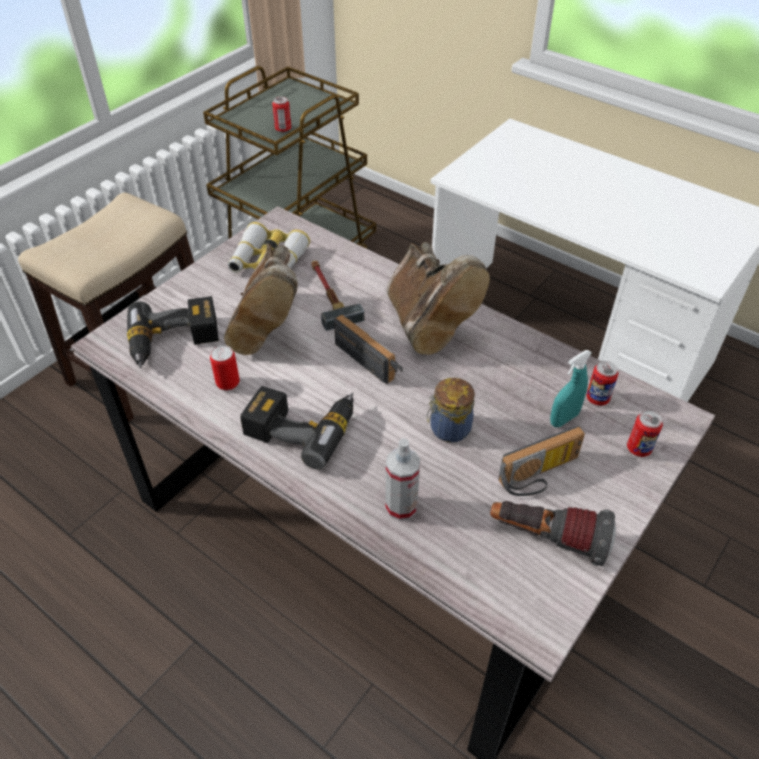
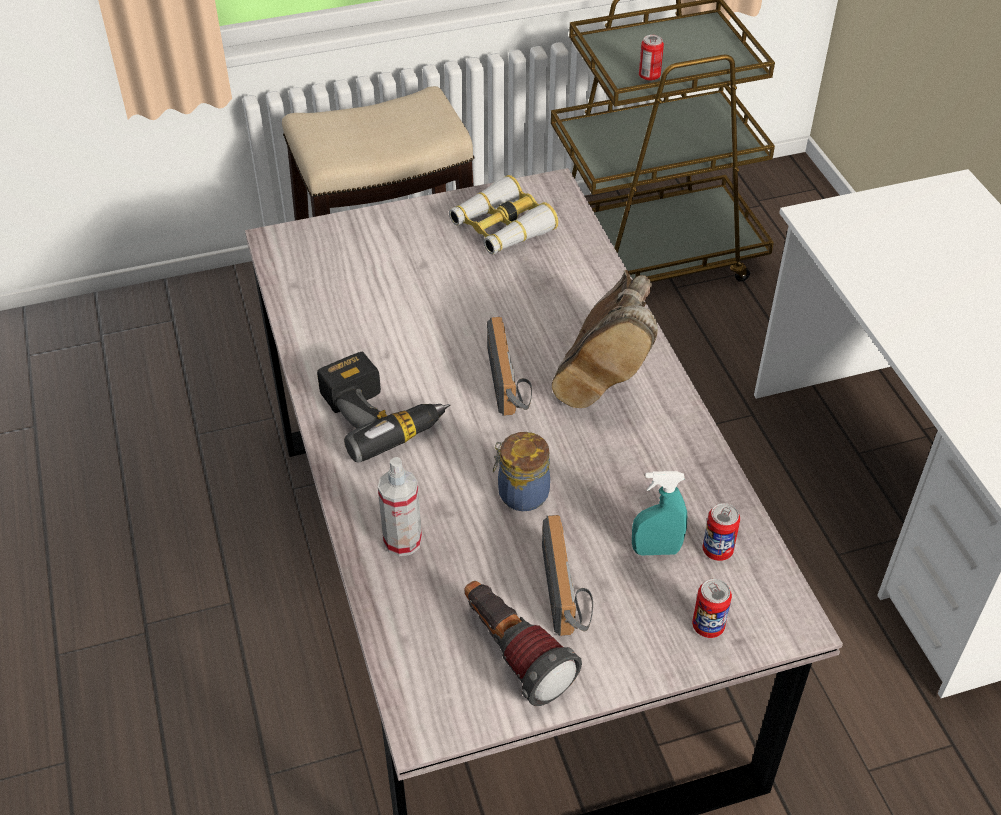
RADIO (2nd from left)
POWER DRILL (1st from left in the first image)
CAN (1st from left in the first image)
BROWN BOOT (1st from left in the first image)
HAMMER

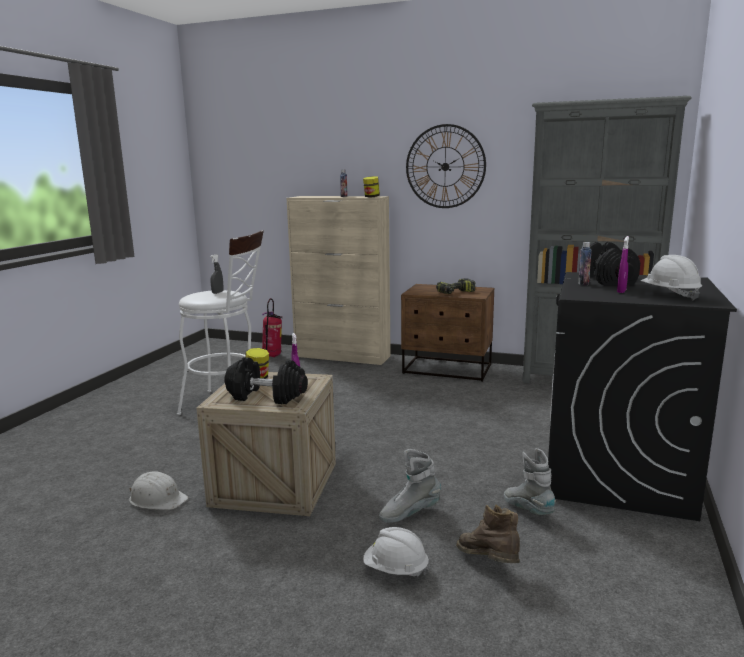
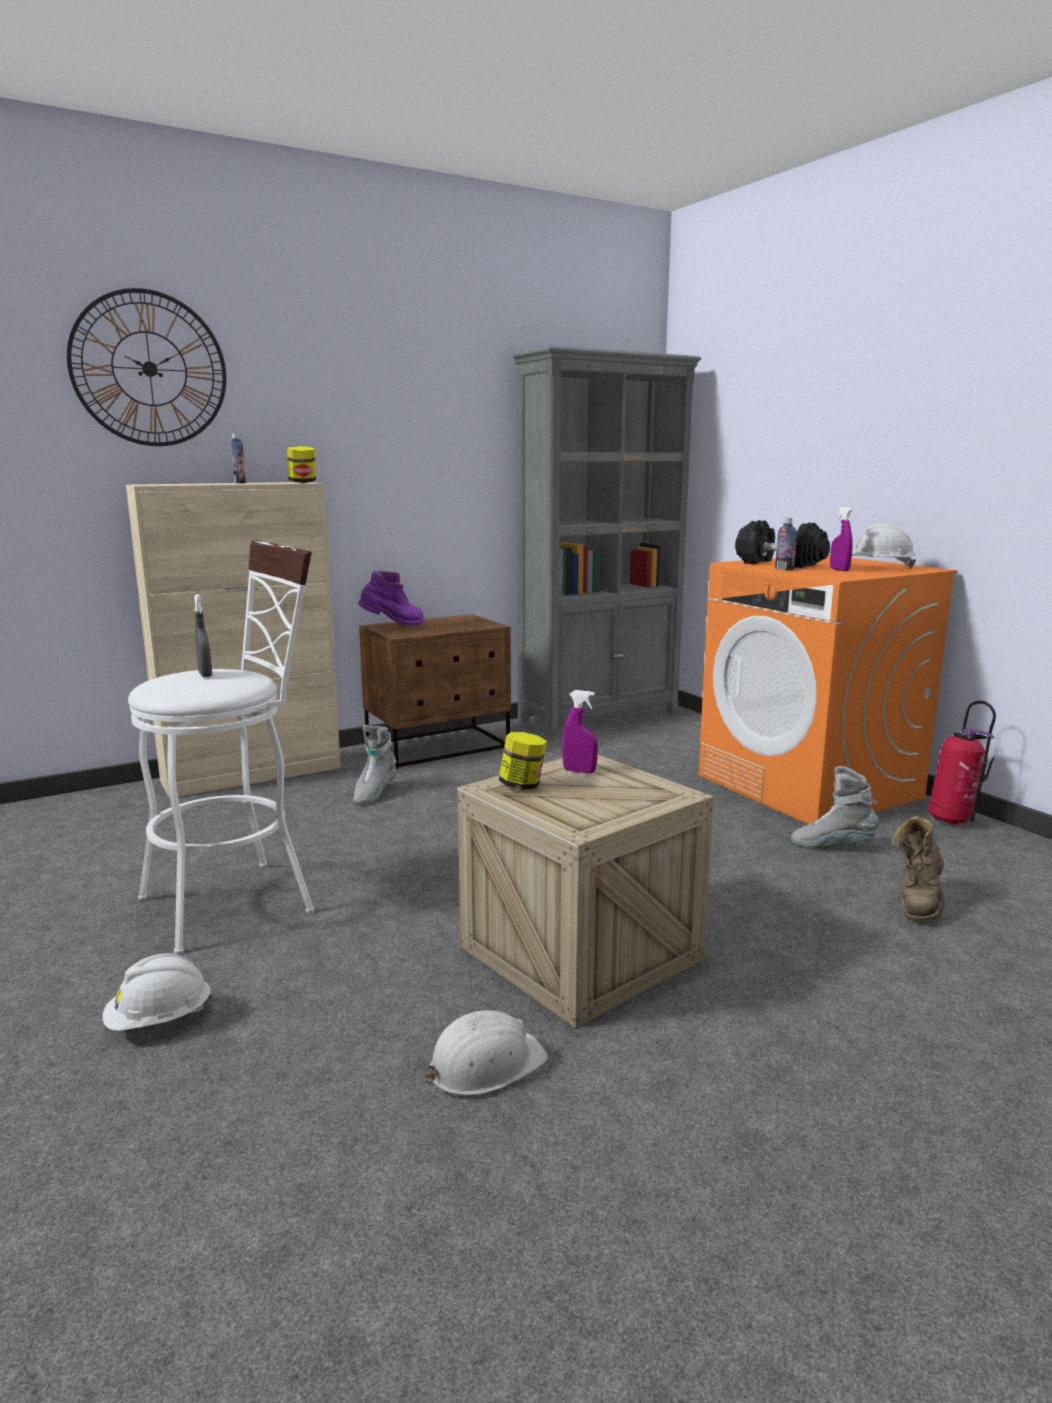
WALL CLOCK
WHITE HARD HAT (1st from left)
GREY BOOT (1st from left)
PURPLE BOOT
ORANGE WASHING MACHINE
BROWN BOOT
FIRE EXTINGUISHER
BLACK DUMBBELL (1st from left in the first image)
POWER DRILL

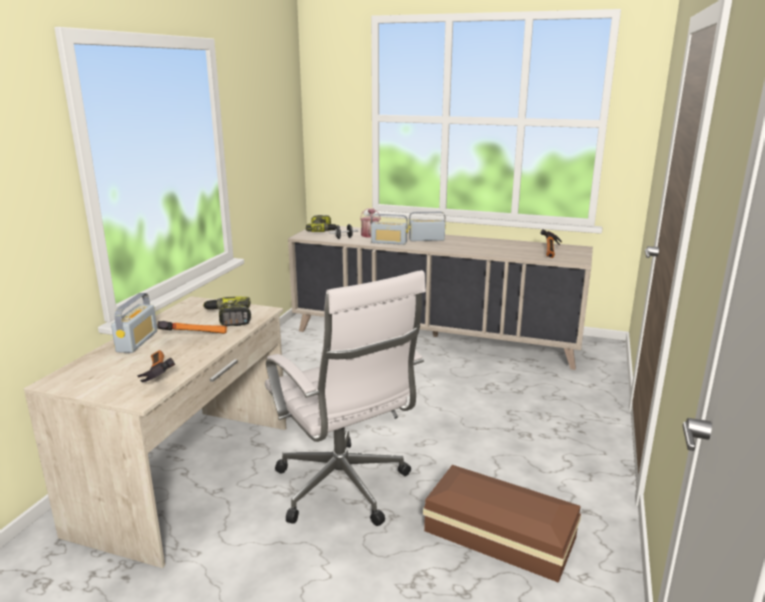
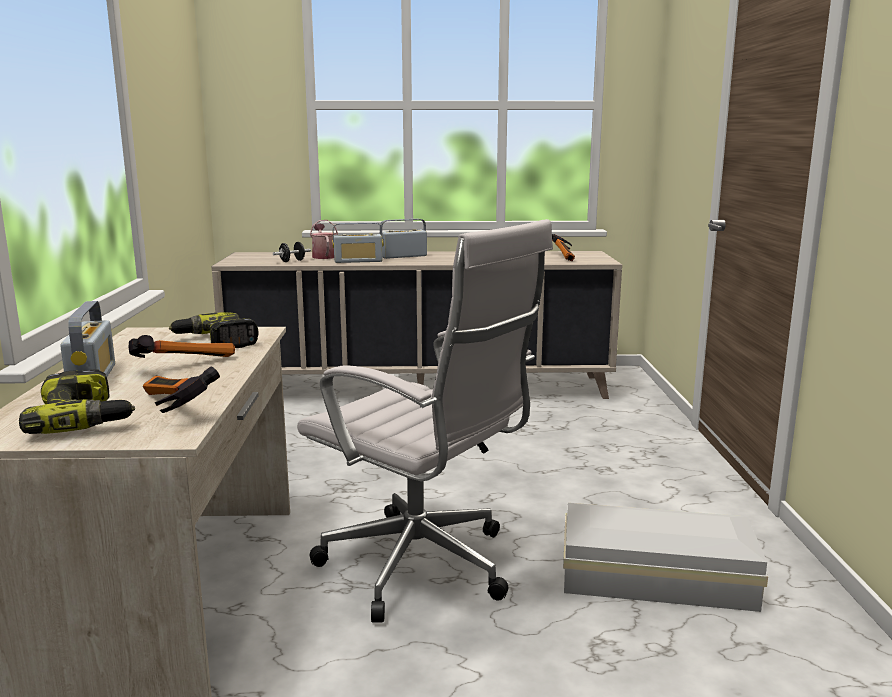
POWER DRILL (1st from left)
WHITE STORAGE BOX

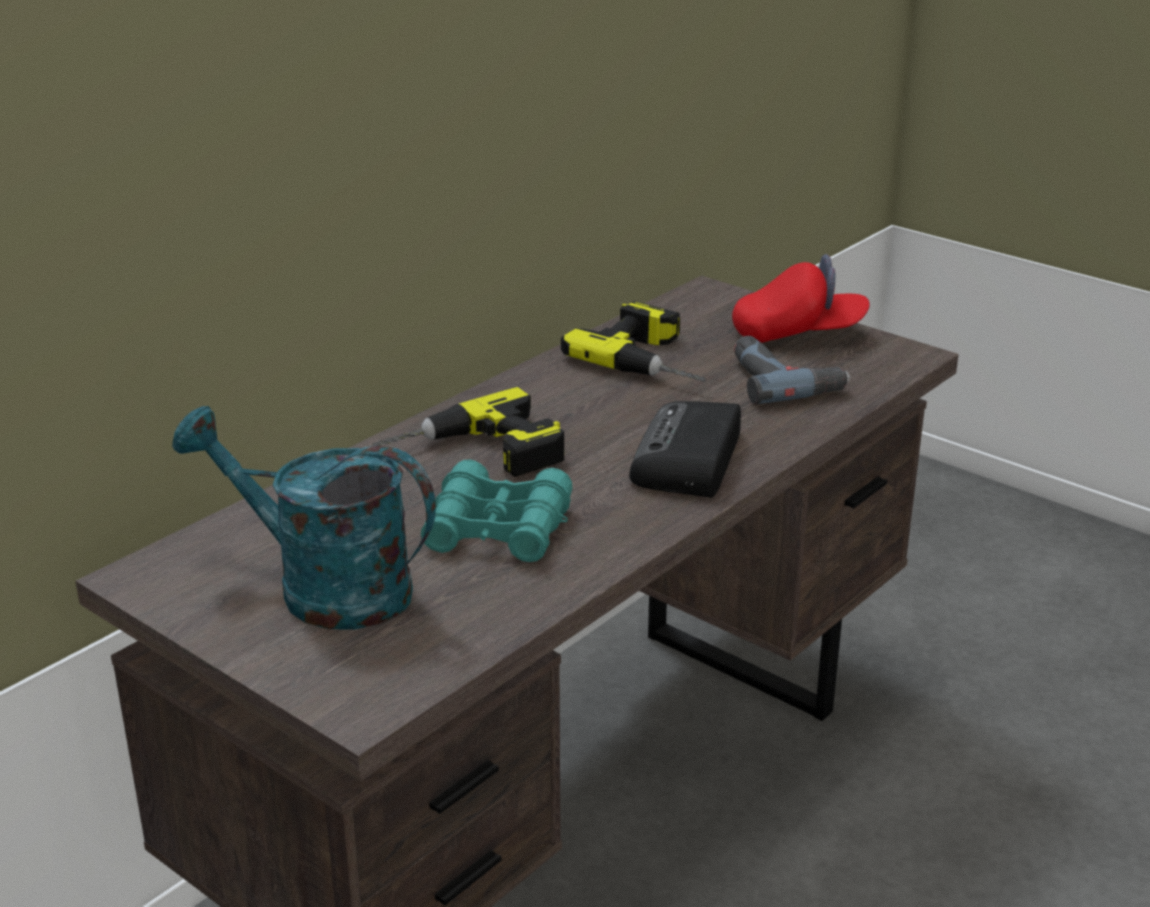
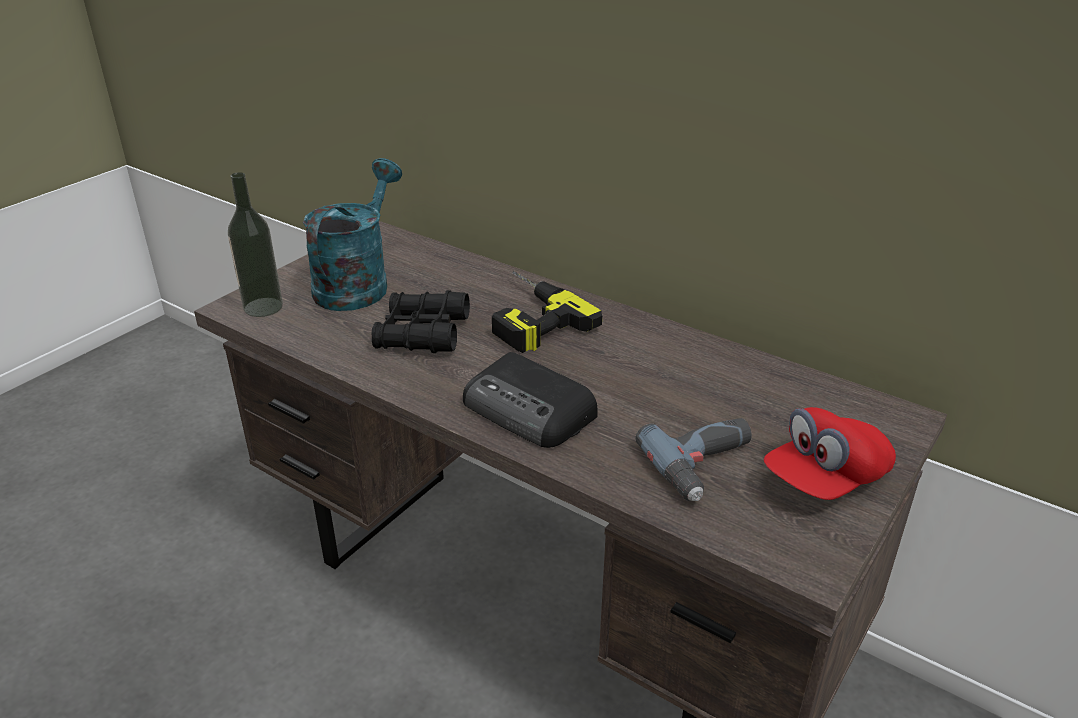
BOTTLE
BLACK BINOCULARS
RADIO
RED CAP
POWER DRILL (2nd from left in the first image)

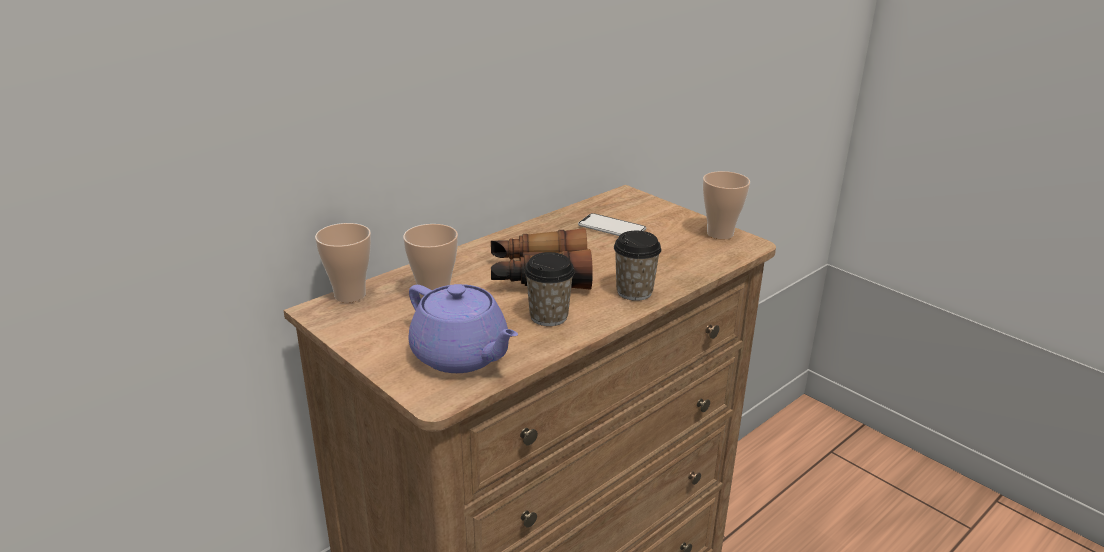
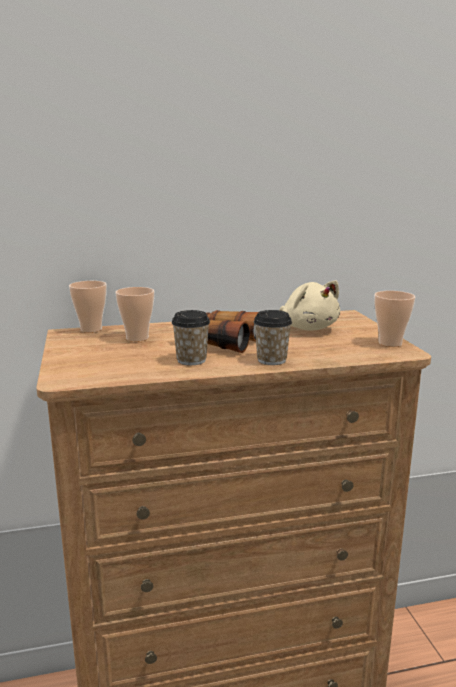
BEIGE PLUSH TOY
PURPLE TEAPOT

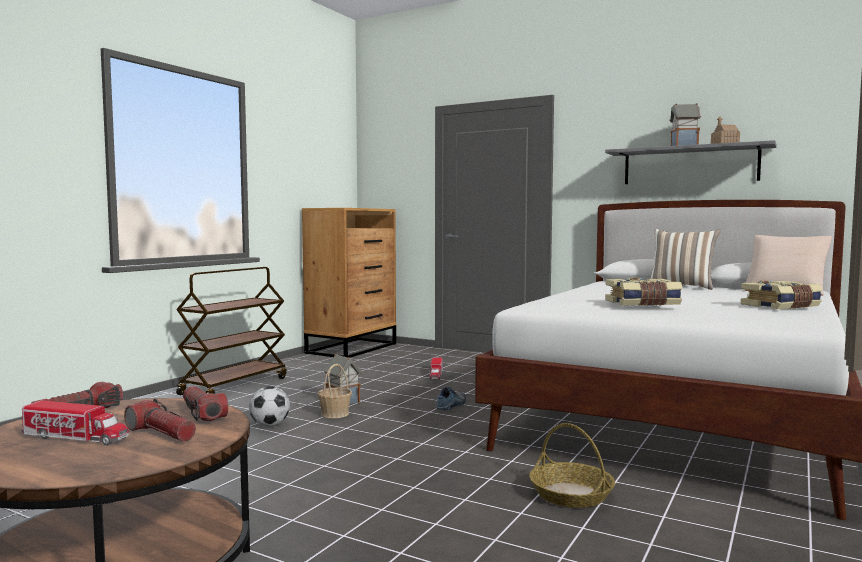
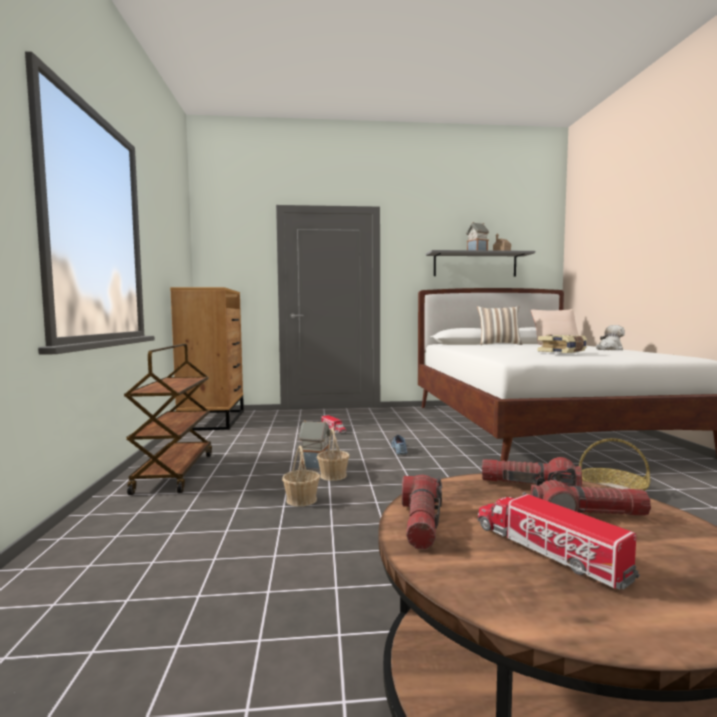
BASKET (1st from left)
TOY TRUCK (2nd from left)
PLUSH TOY

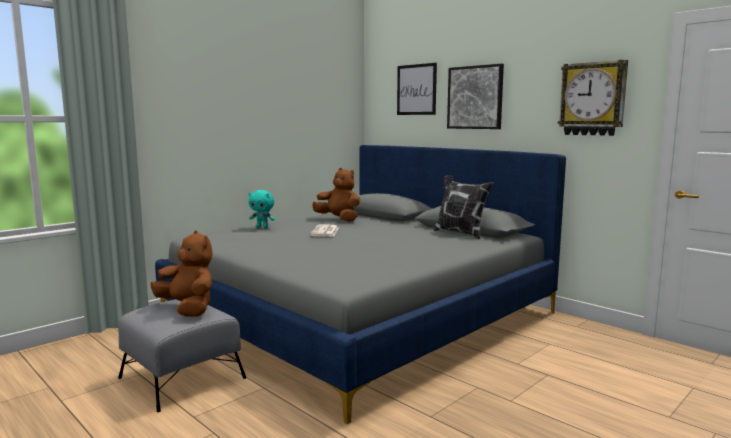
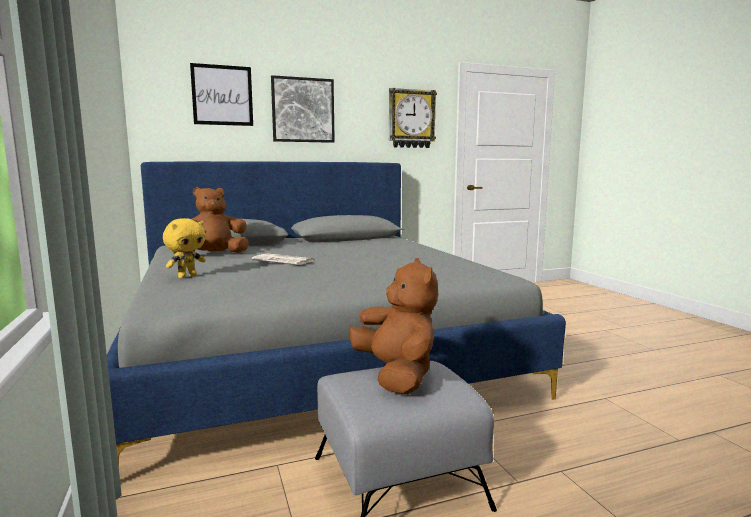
YELLOW PLUSH TOY
BROWN PLUSH TOY (2nd from left)
PILLOW

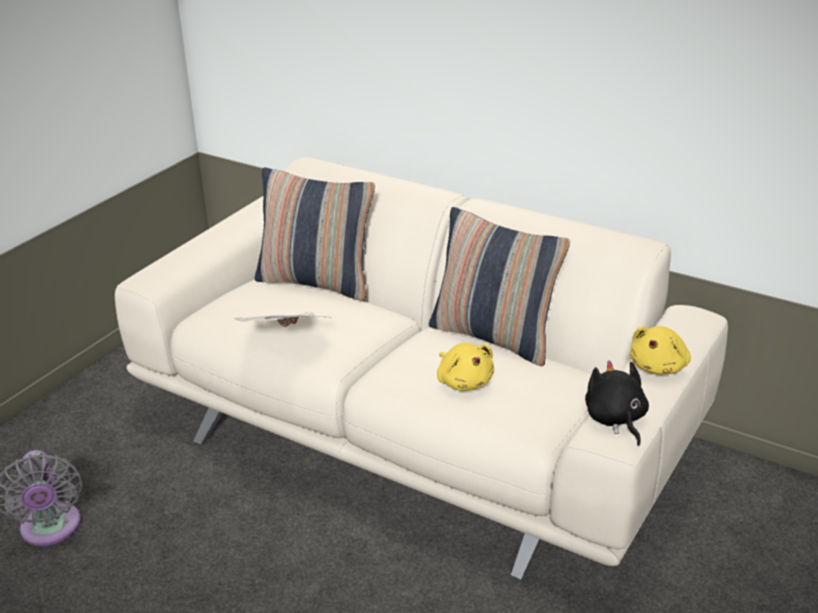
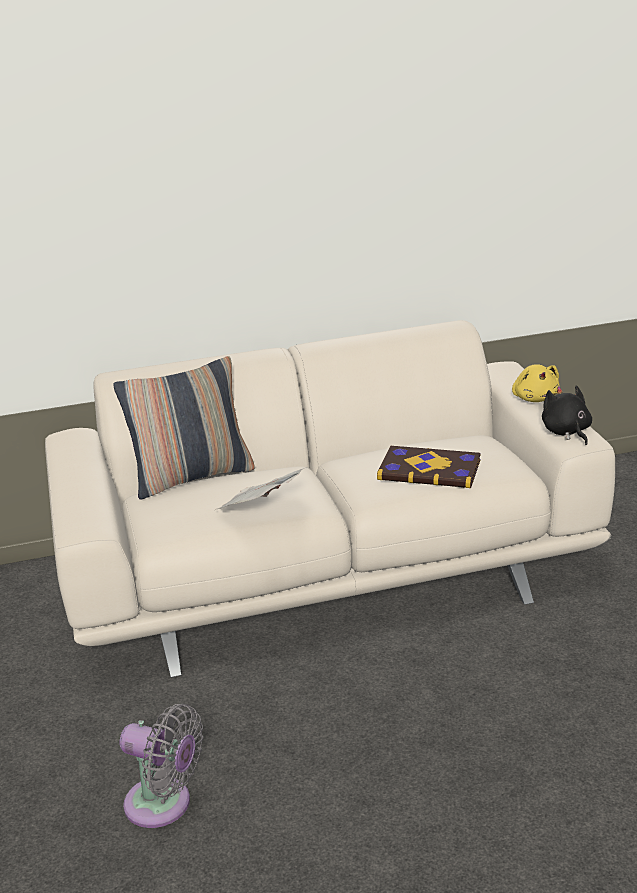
BOOK
BLACK PLUSH TOY
PILLOW (2nd from left in the first image)

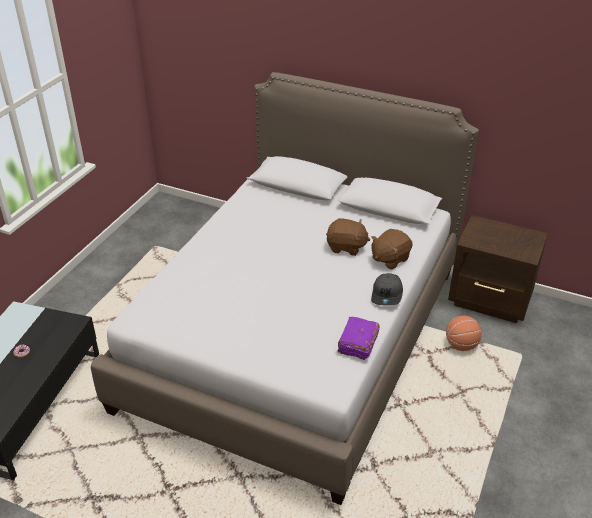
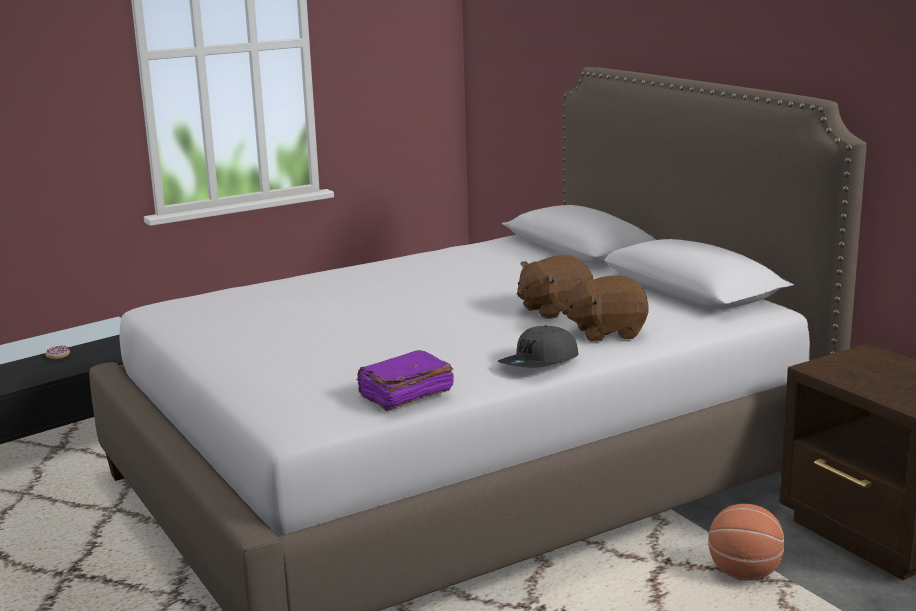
BROWN PLUSH TOY (1st from left)

